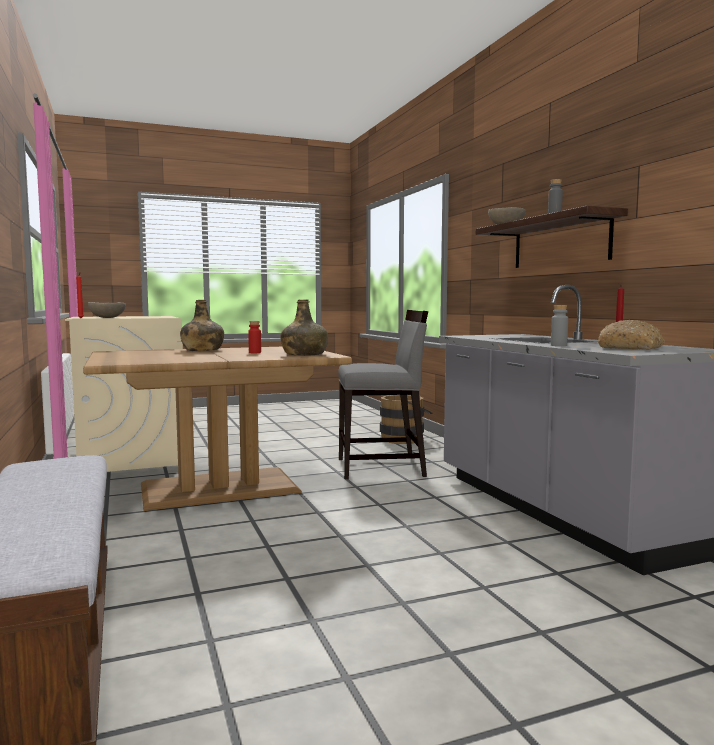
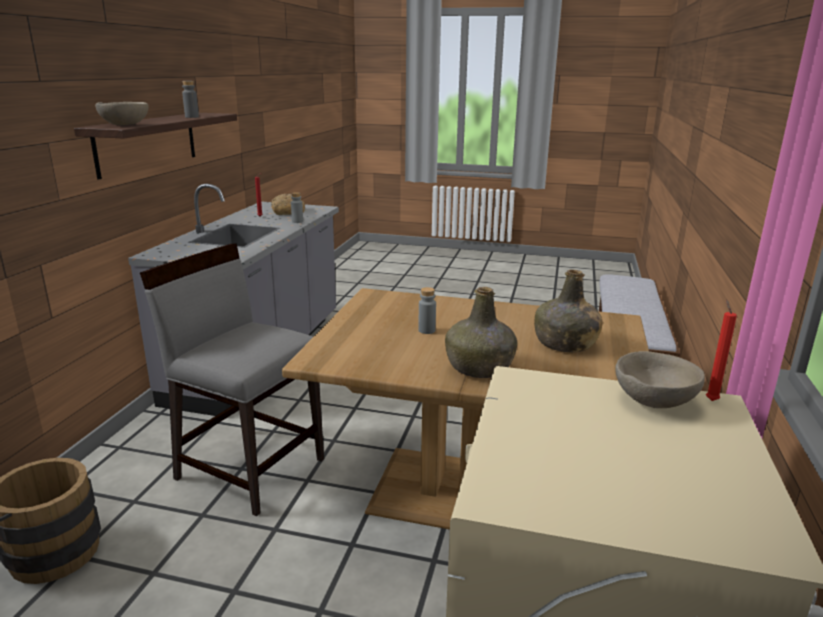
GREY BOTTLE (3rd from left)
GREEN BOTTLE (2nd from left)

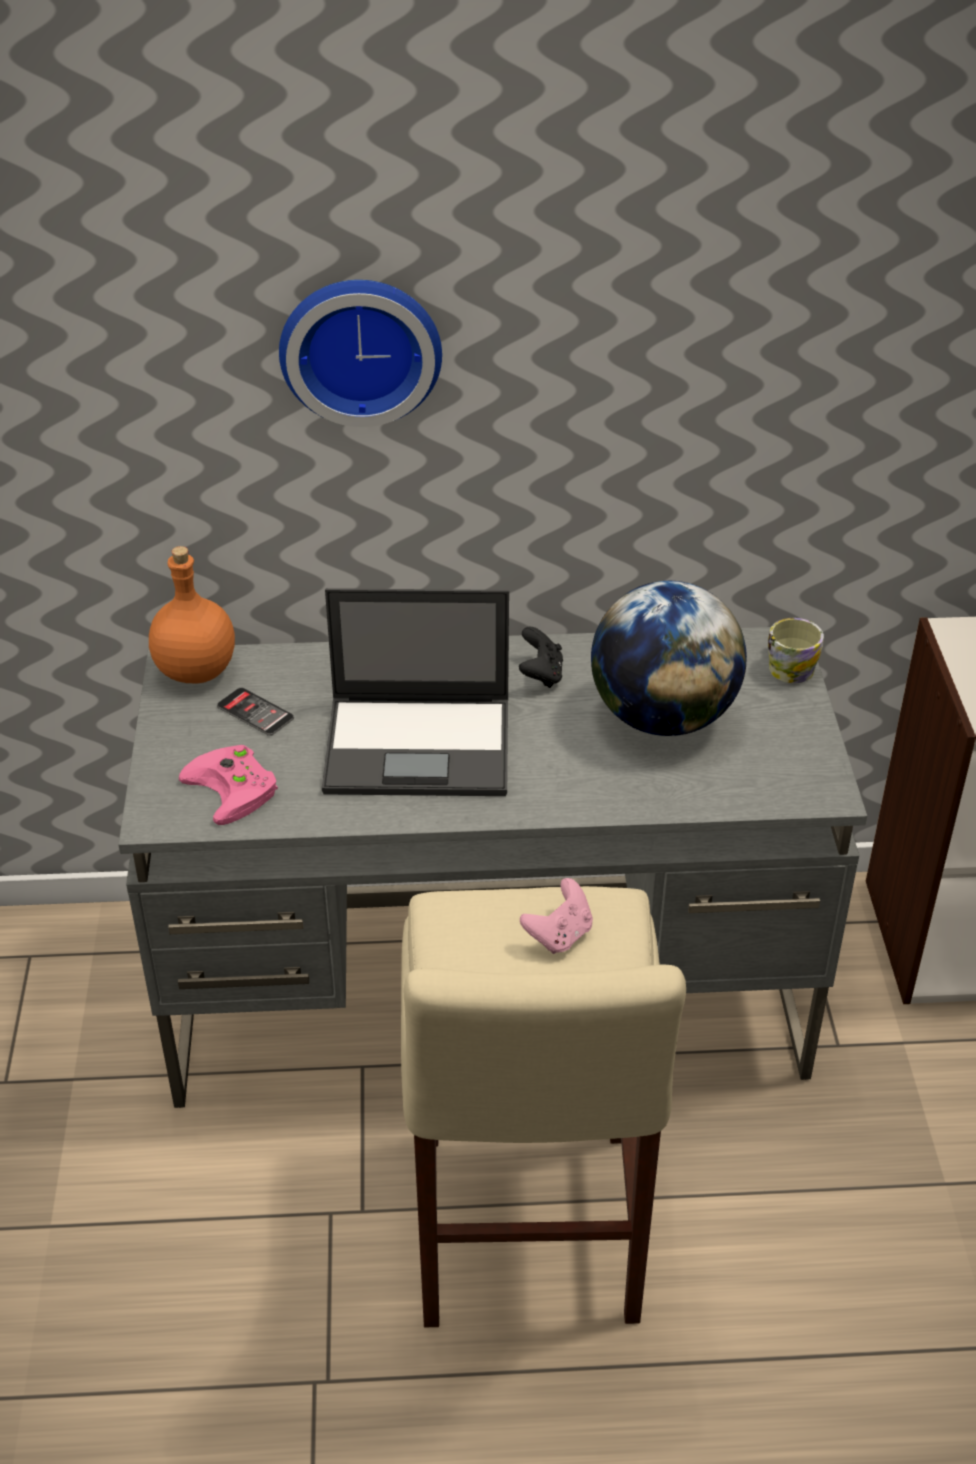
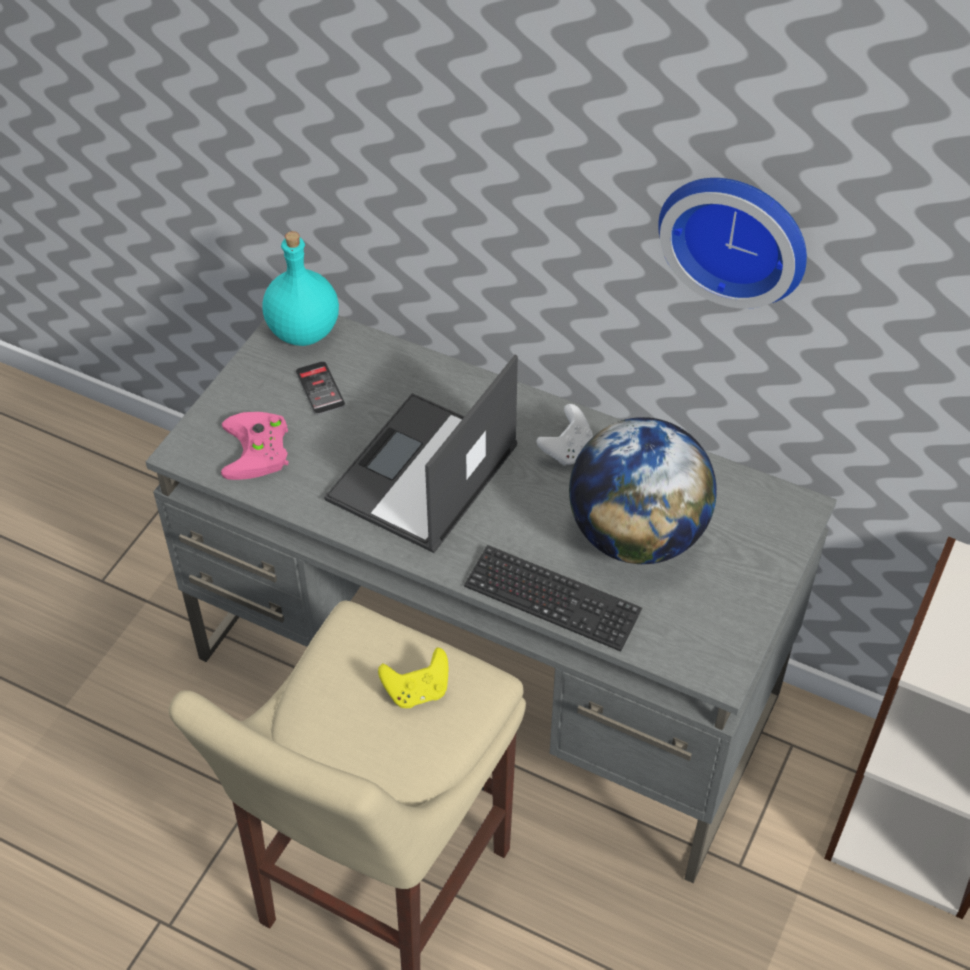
TURQUOISE BOTTLE
LAPTOP
YELLOW GAME CONTROLLER
KEYBOARD
WHITE GAME CONTROLLER
WALL CLOCK
MUG

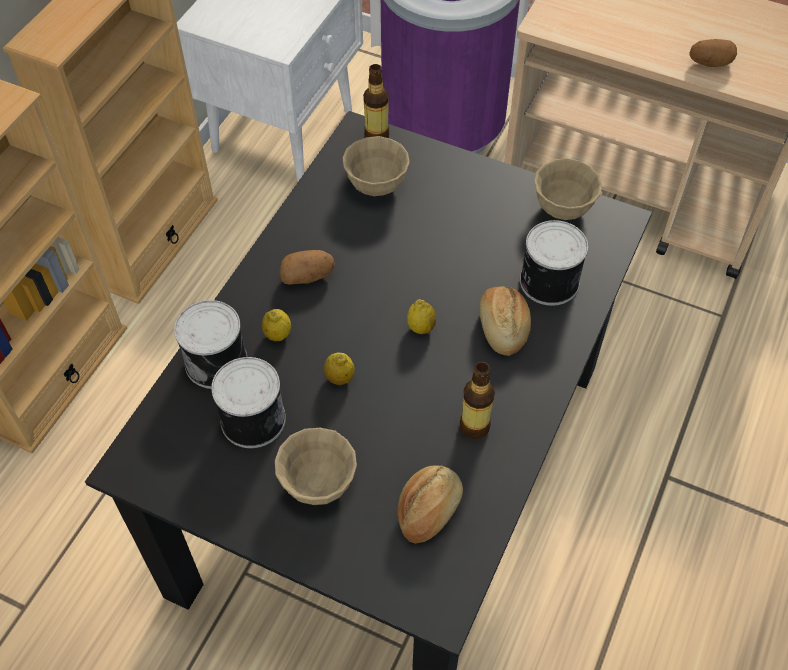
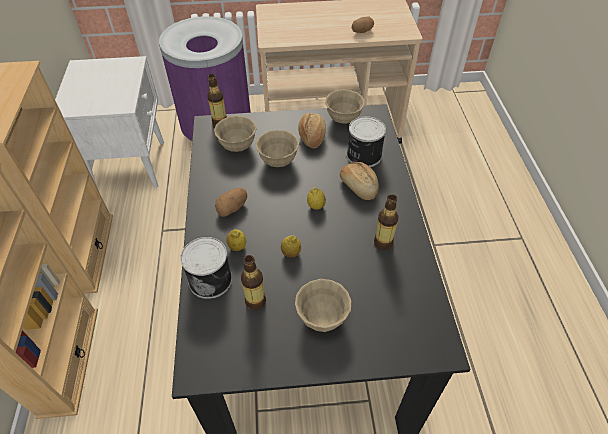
BOTTLE (2nd from left)
BEIGE BOWL (2nd from left)
BREAD (1st from left)

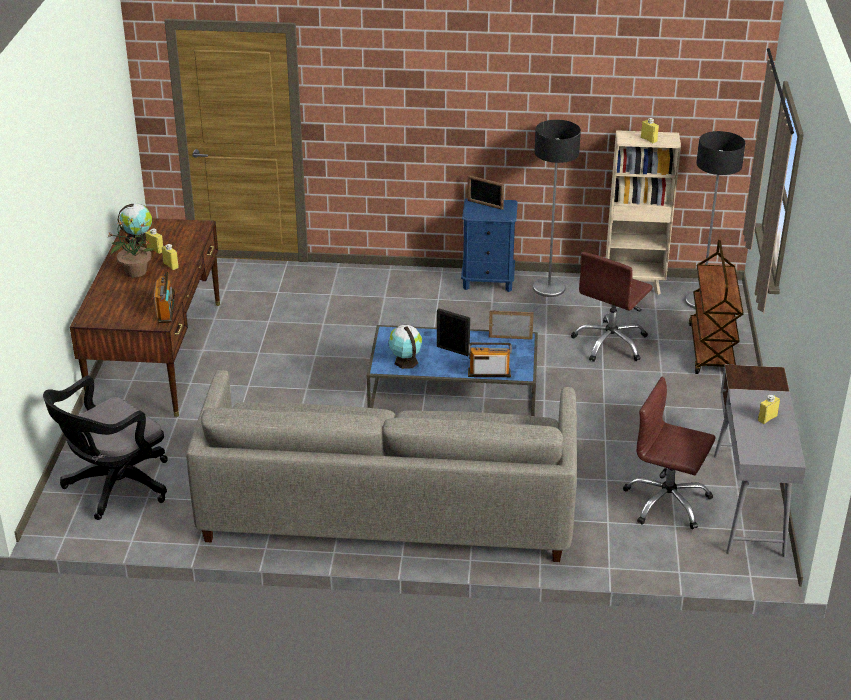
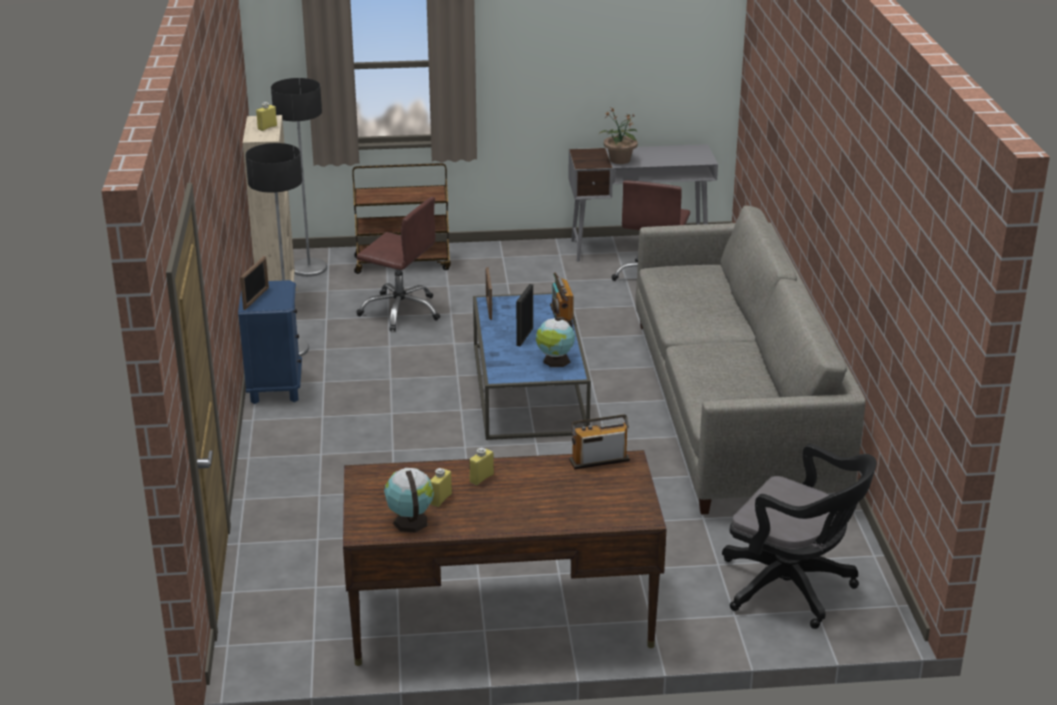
POTTED PLANT
YELLOW BOTTLE (4th from left in the first image)

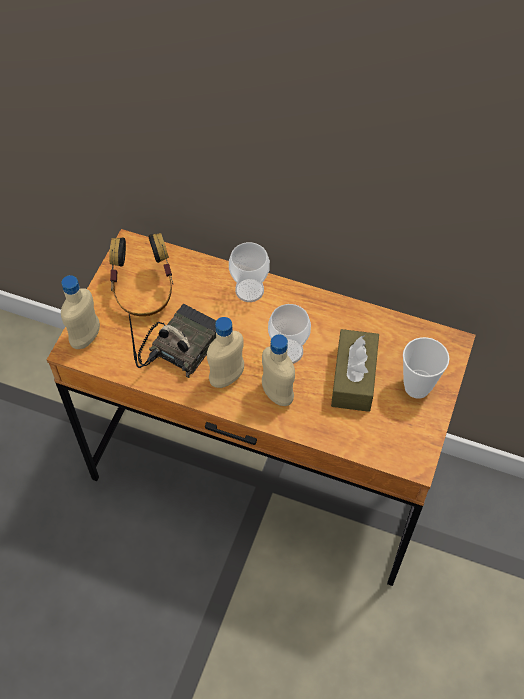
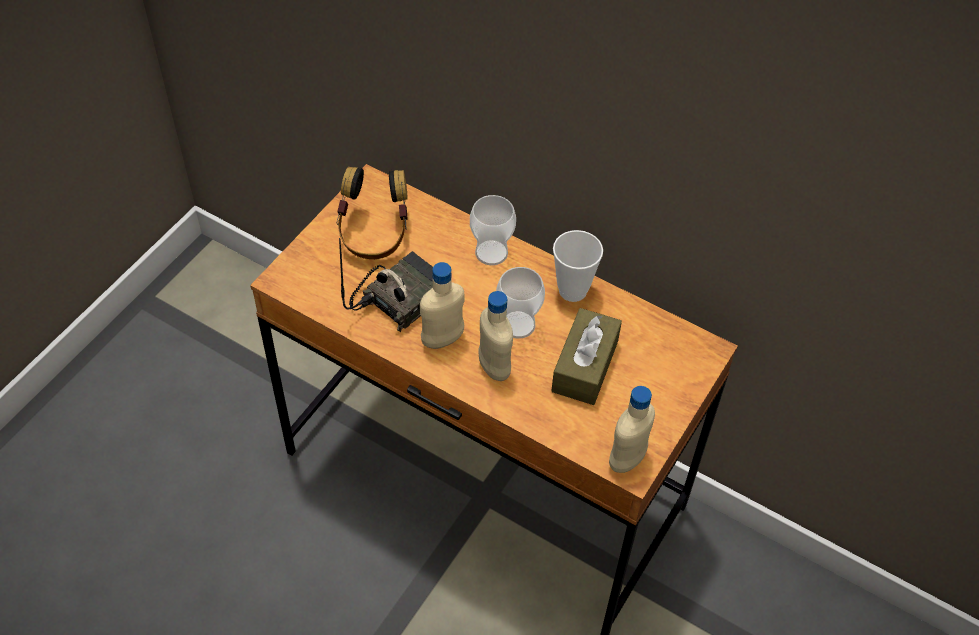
CUP (3rd from left)
BEIGE BOTTLE (3rd from left)

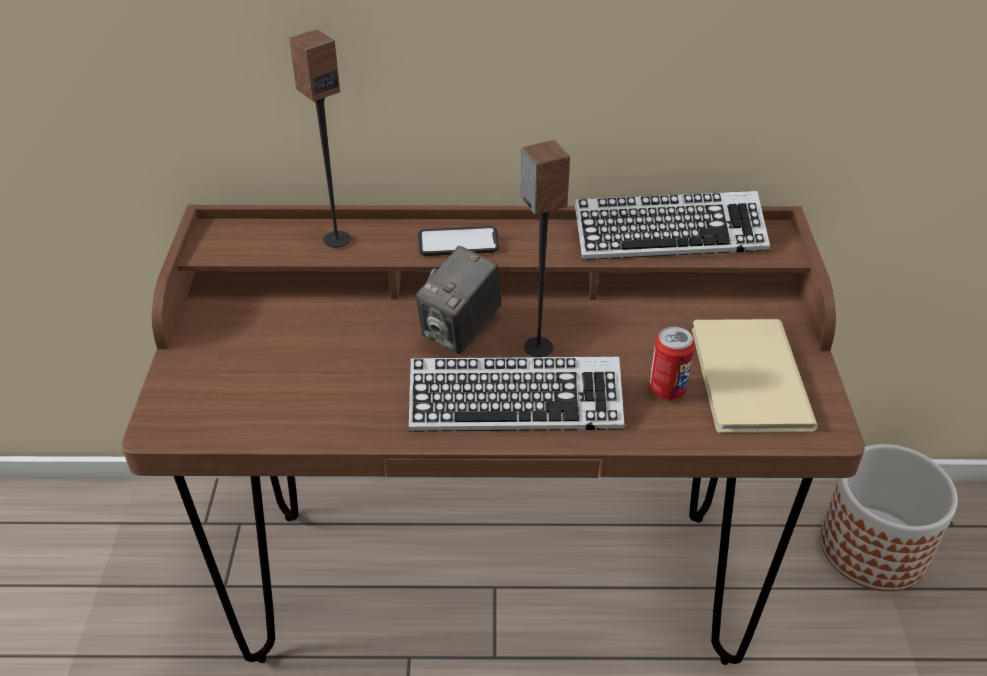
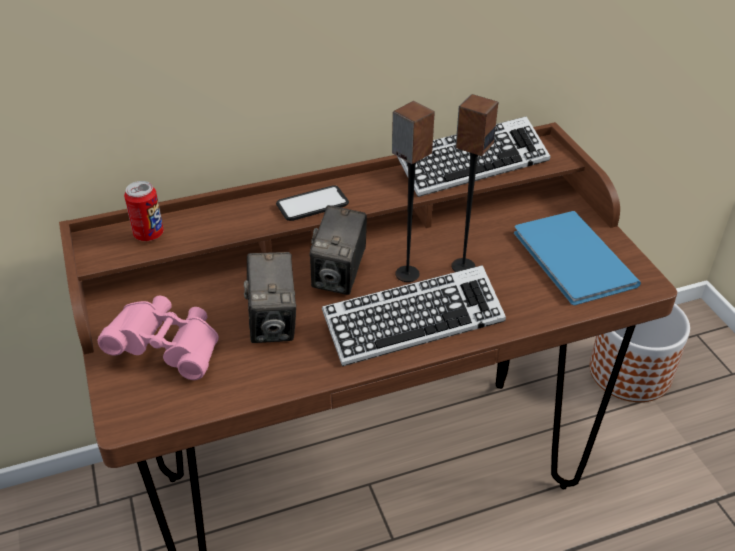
PINK BINOCULARS
CAN
PHOTO CAMERA (1st from left)
SPEAKER (2nd from left)
BLUE BOOK

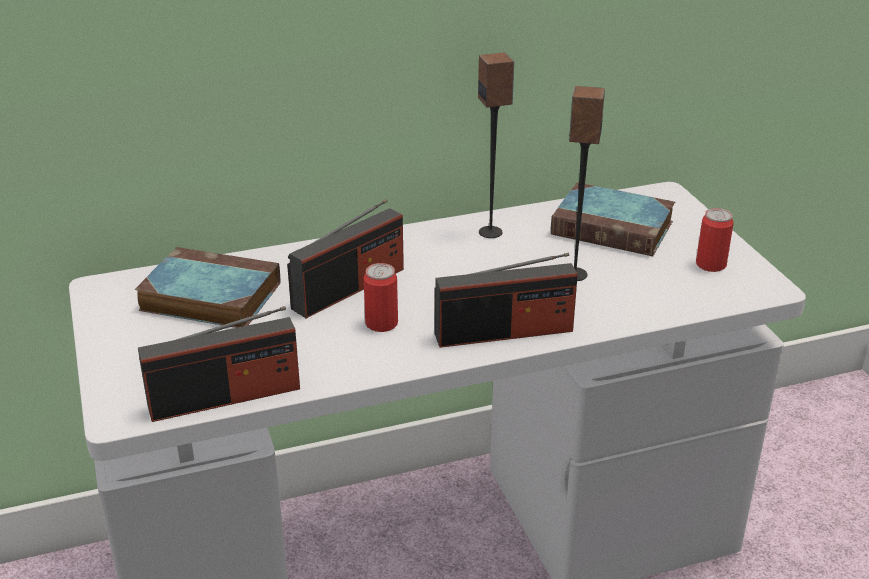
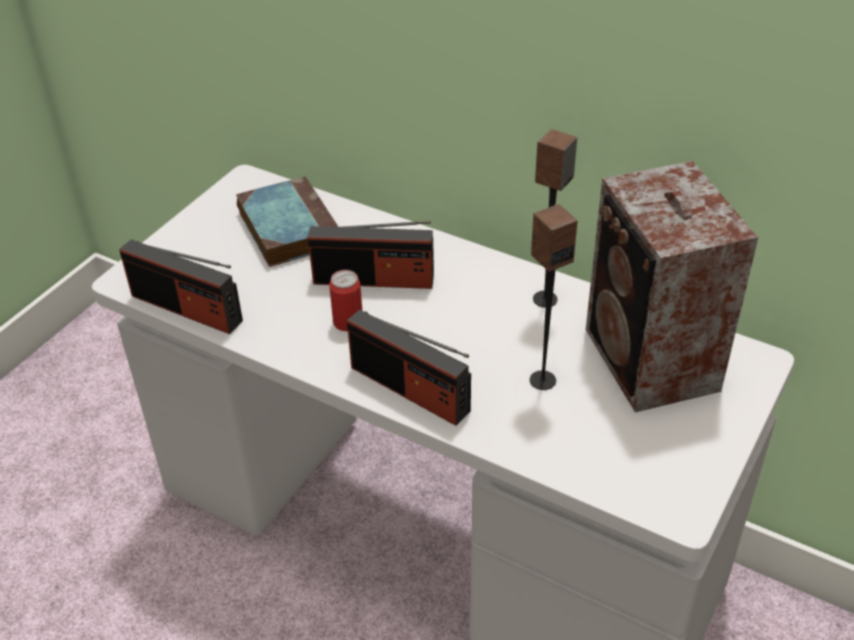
SPEAKER (3rd from left)
CAN (2nd from left in the first image)

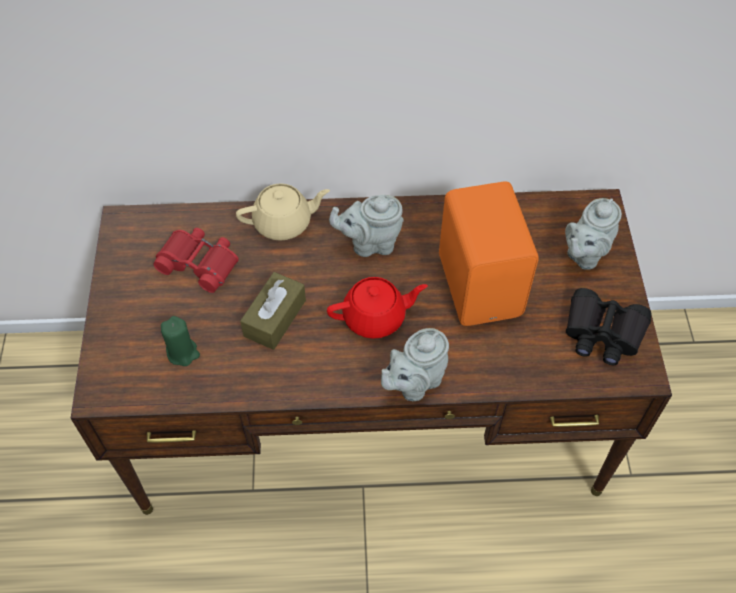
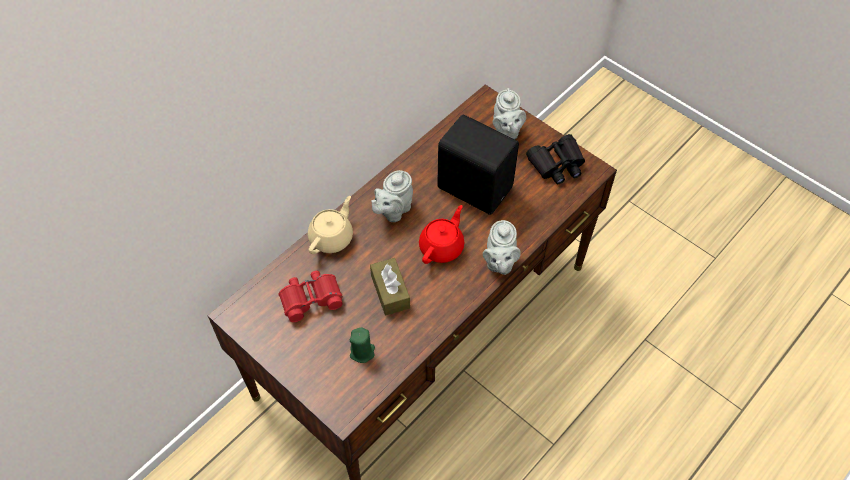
BLACK SPEAKER

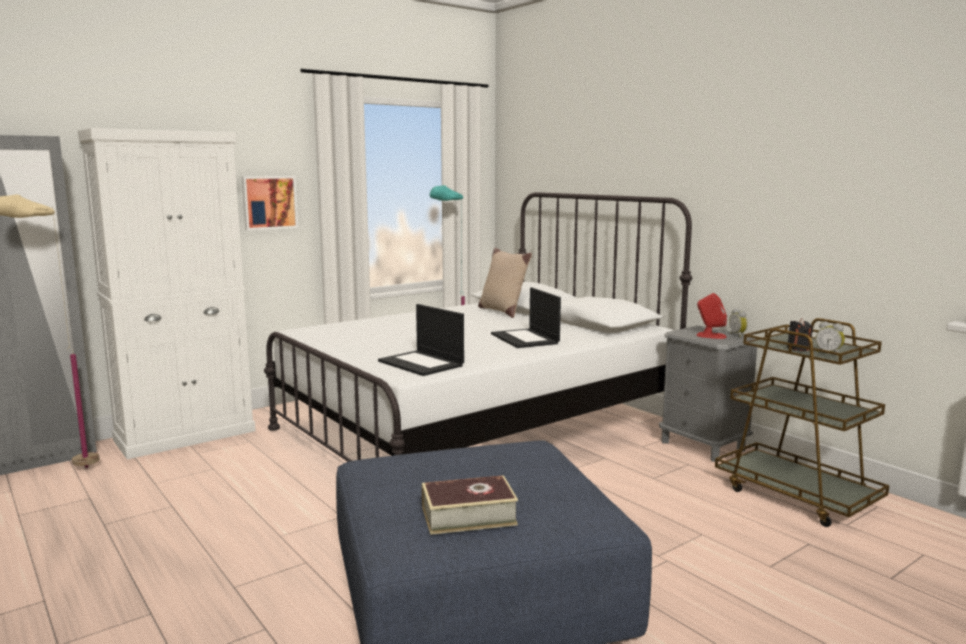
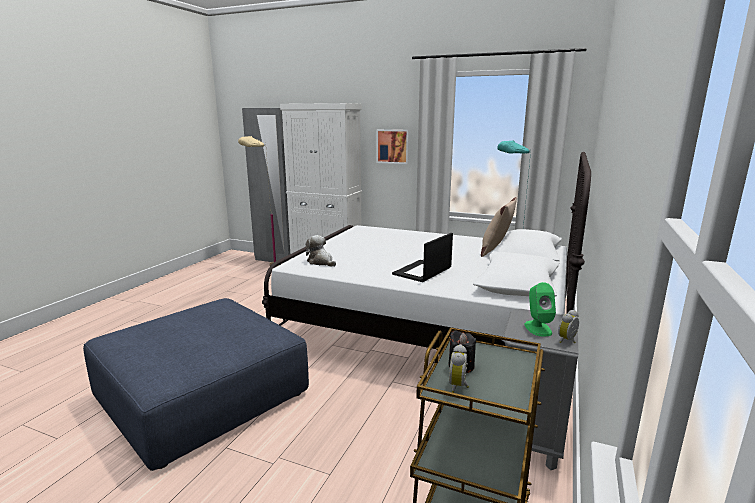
PLUSH TOY
GREEN SPEAKER
BOOK

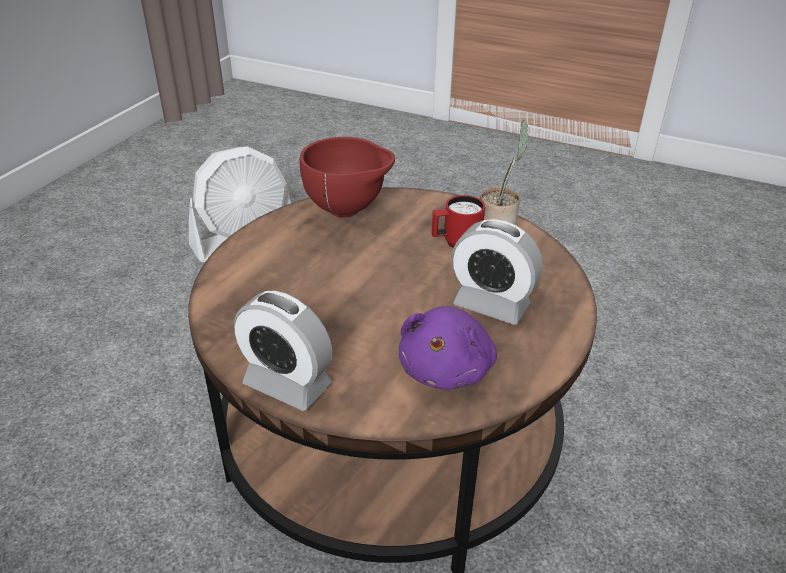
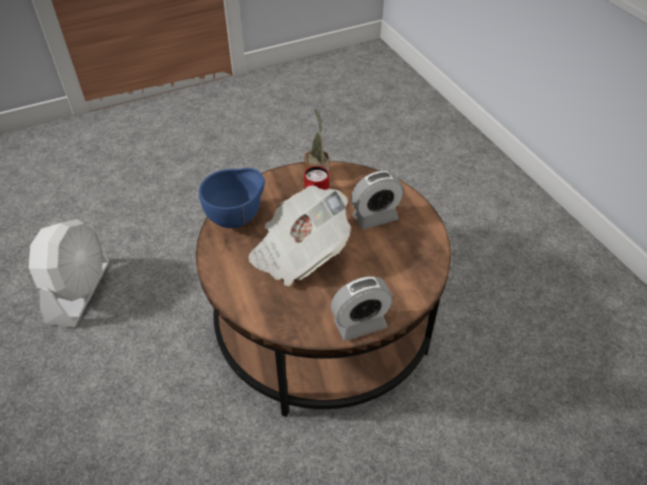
BLUE BOWL
NEWSPAPER
PURPLE PLUSH TOY

